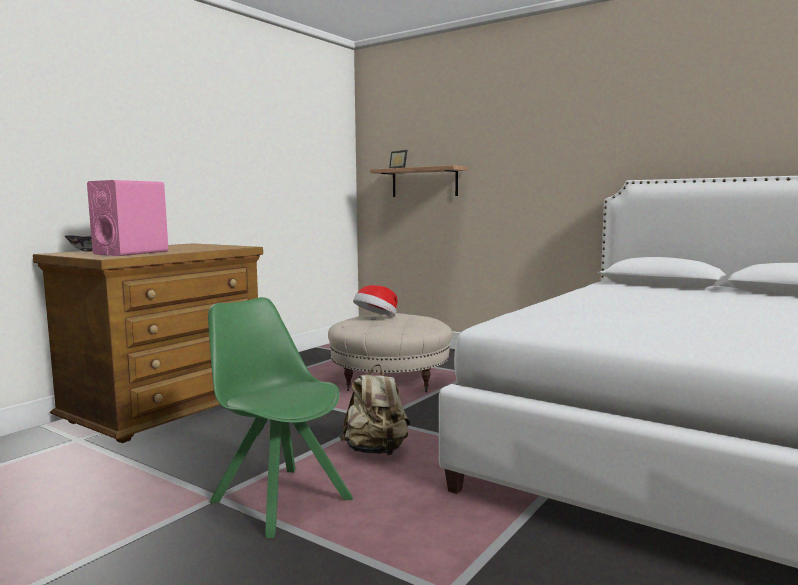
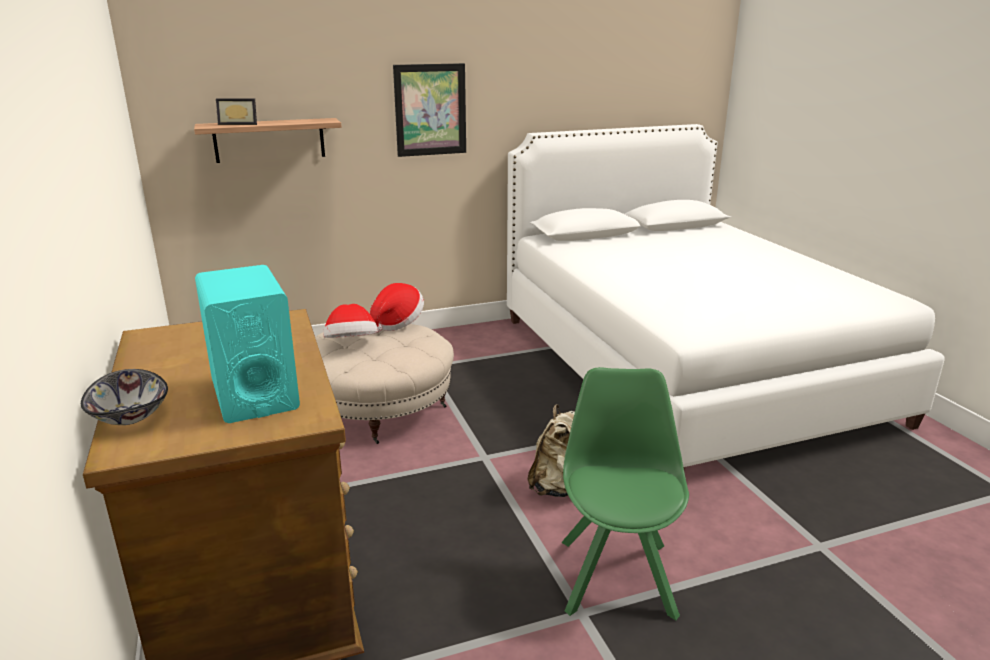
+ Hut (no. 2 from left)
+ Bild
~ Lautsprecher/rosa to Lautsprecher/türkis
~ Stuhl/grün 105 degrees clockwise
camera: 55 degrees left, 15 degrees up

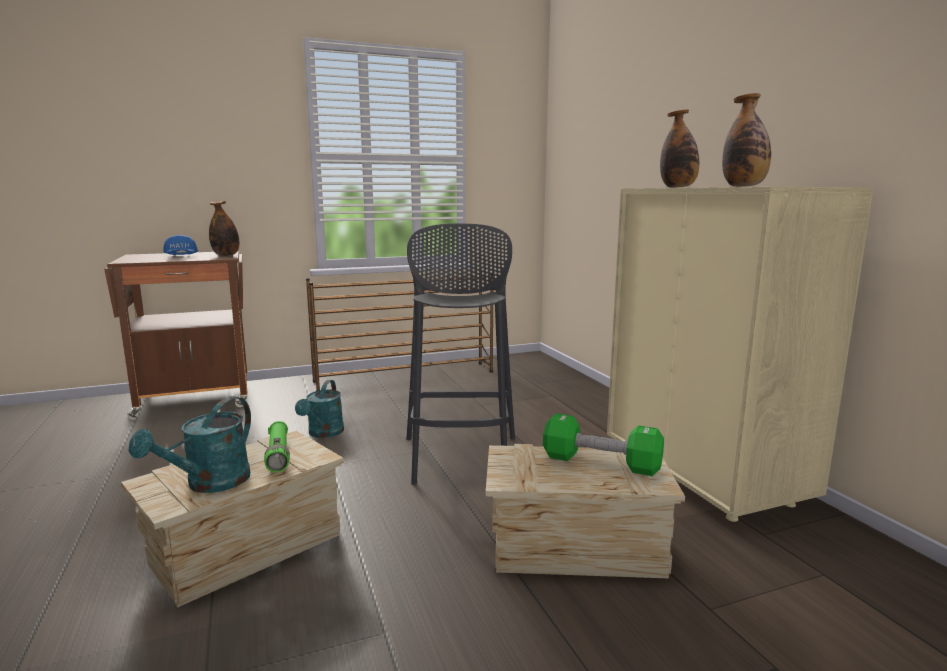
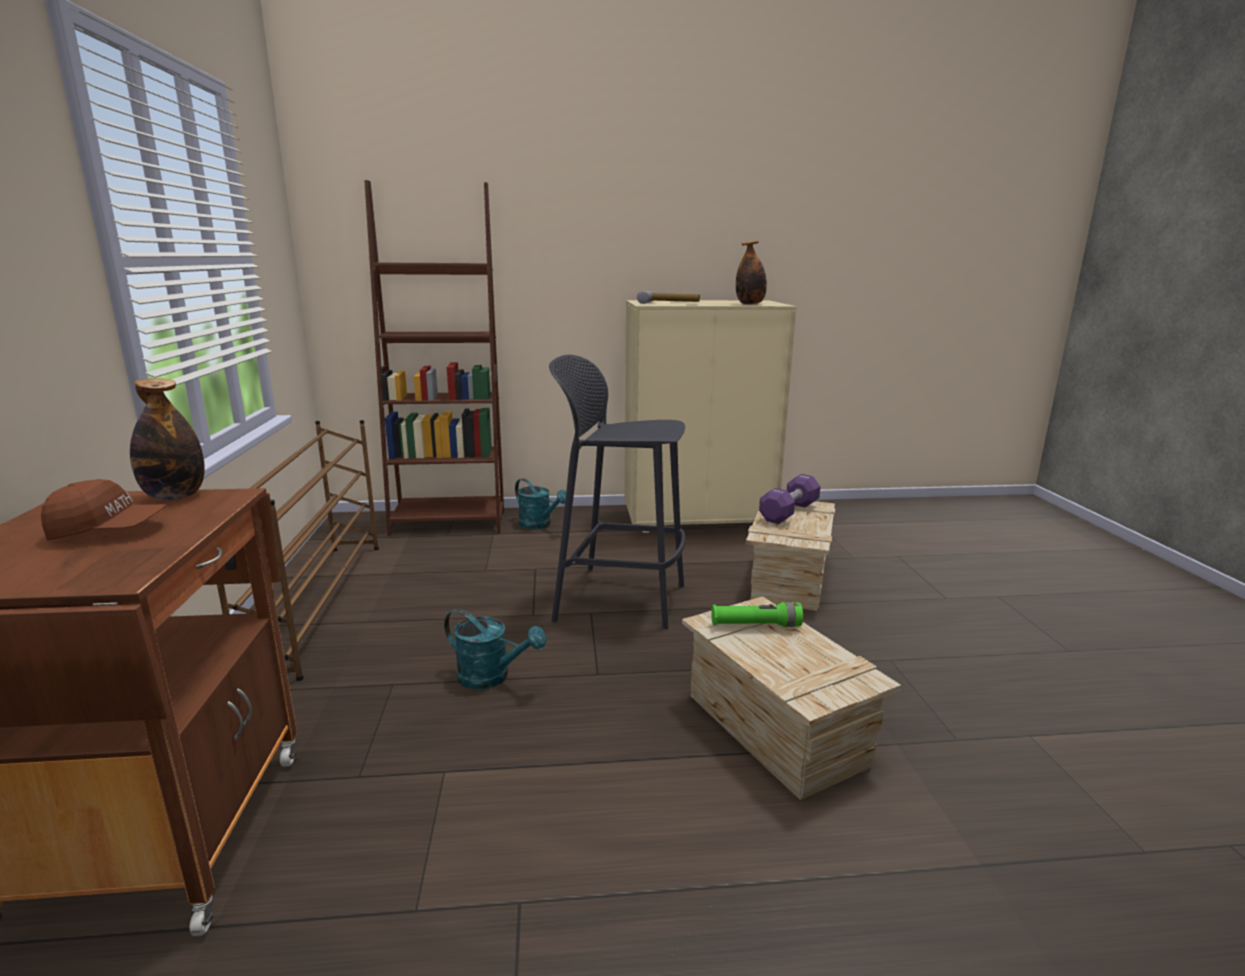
+ Bücherregal/braun
~ Gießkanne/türkis (no. 1 from left in the first image) to Gießkanne/türkis (no. 2 from left)
~ Flasche (no. 2 from left) to Hammer
~ Kappe/blau to Kappe/braun
~ Hantel/grün to Hantel/lila
camera: 75 degrees left, 5 degrees up

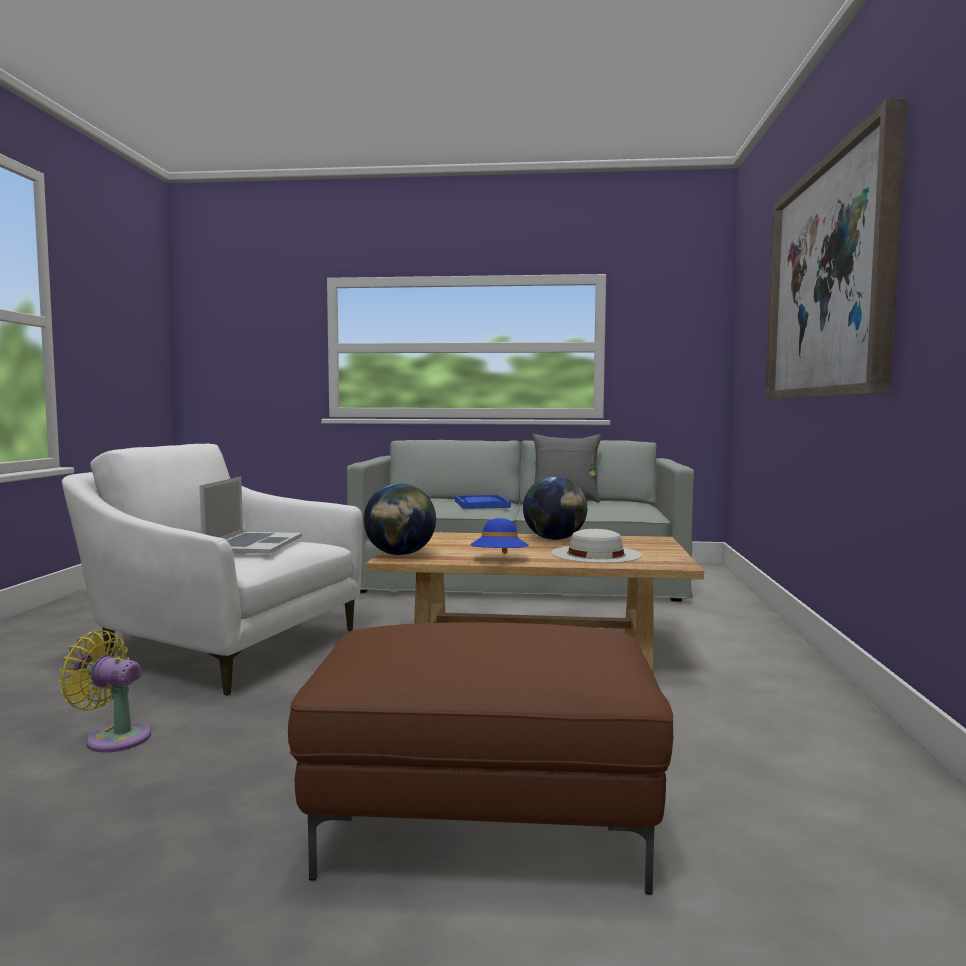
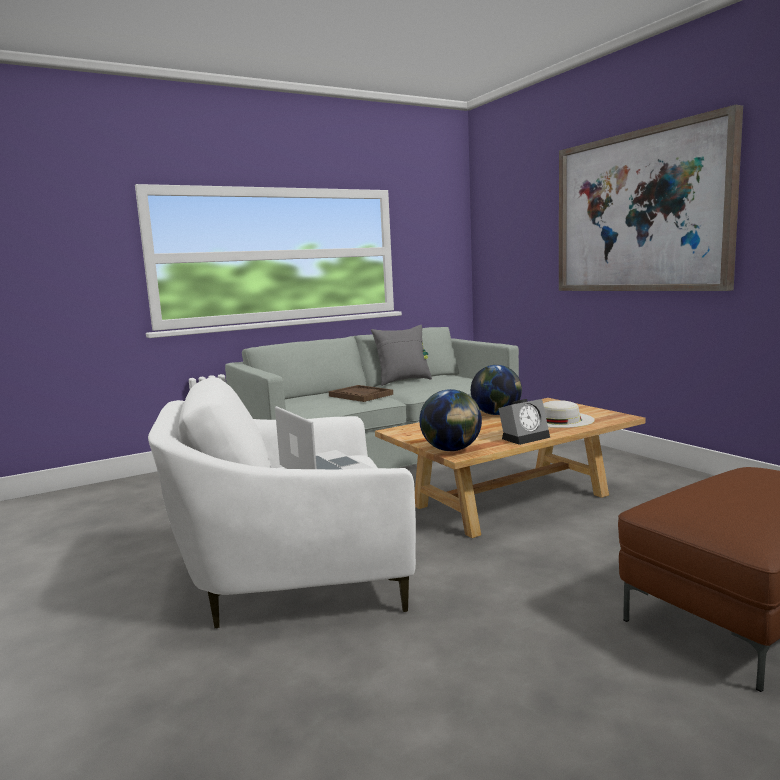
- Ventilator/gelb
~ Hut/blau to Wecker
~ Tablett/blau to Tablett/braun
camera: 35 degrees left, 5 degrees up

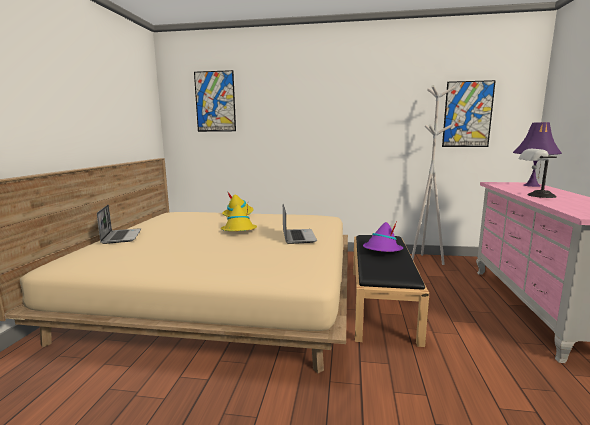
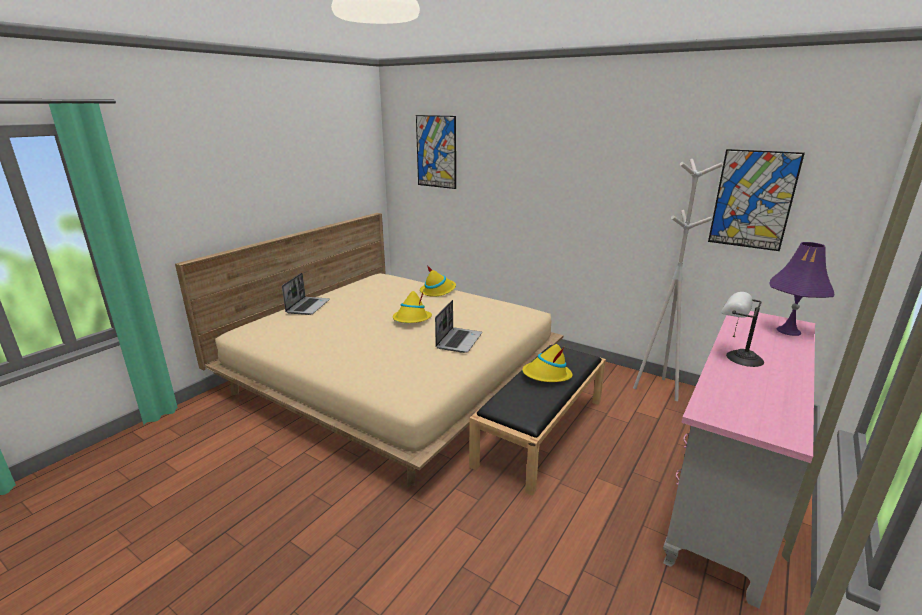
~ Hut/lila to Hut/gelb (no. 3 from left)
camera: 25 degrees right, 10 degrees up

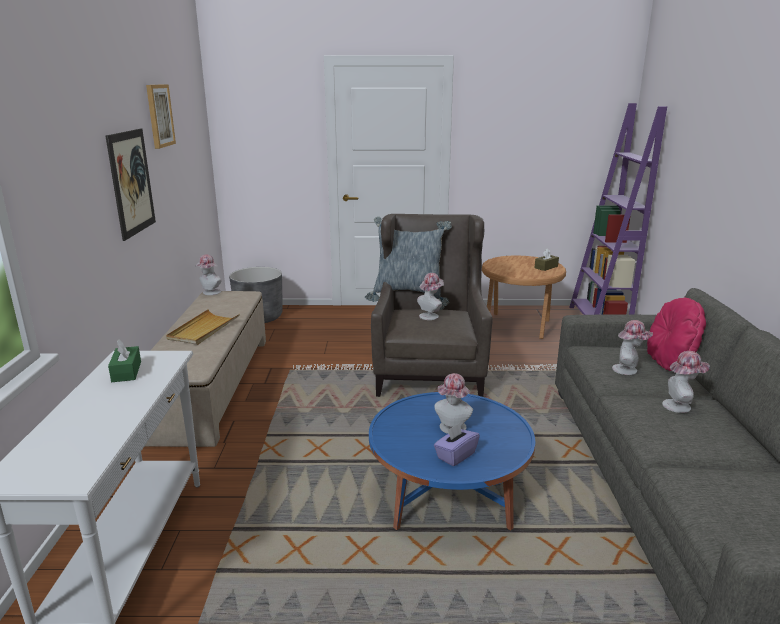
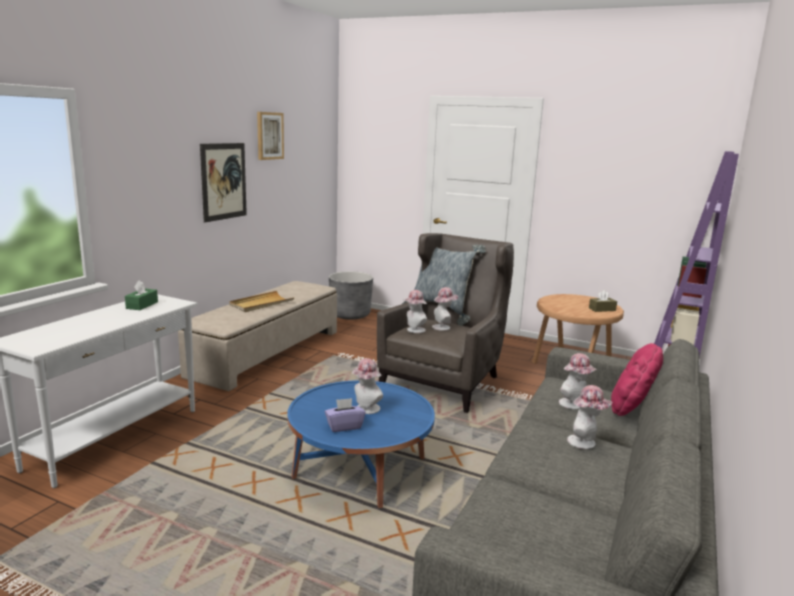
~ Hut (no. 1 from left in the first image) to Hut (no. 2 from left)
camera: 25 degrees right, 5 degrees down

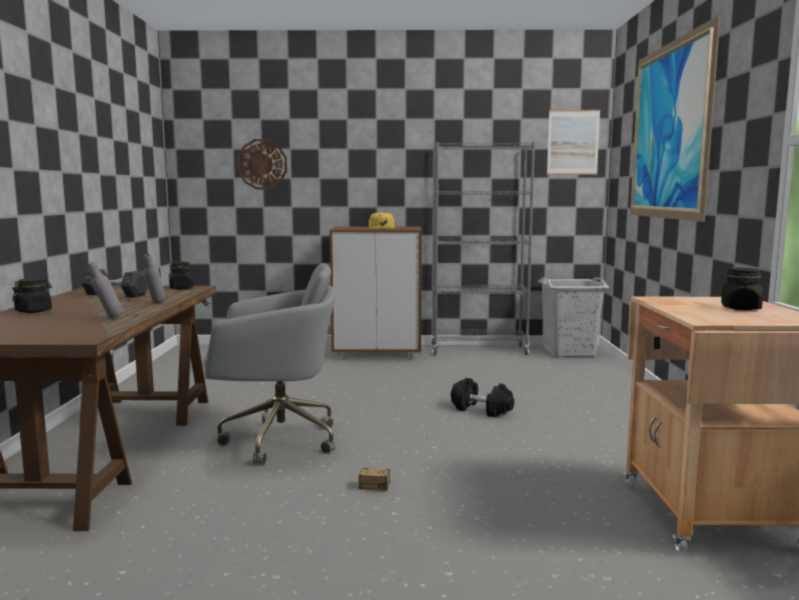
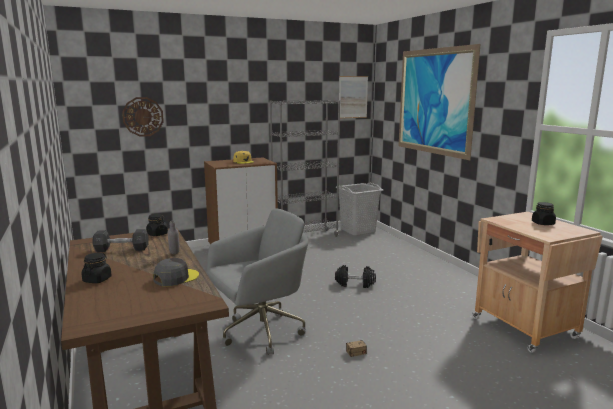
~ Flasche/grau (no. 1 from left) to Kappe/grau
camera: 25 degrees left, 5 degrees up

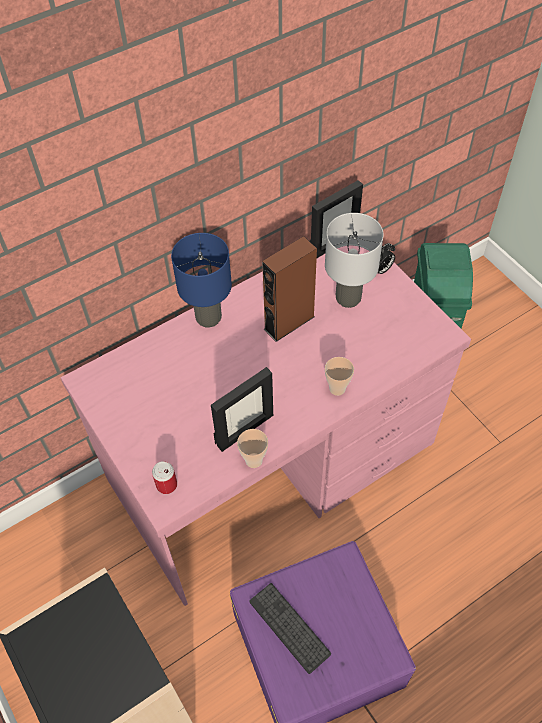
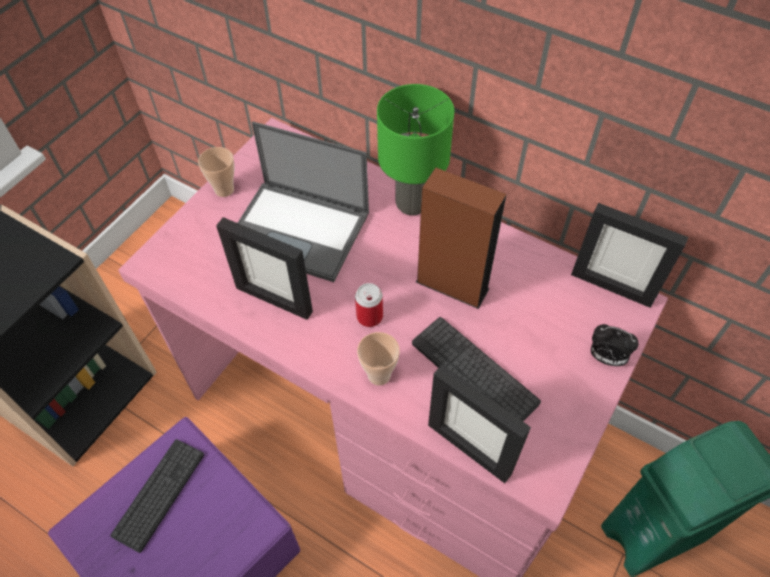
- Tischlampe/weiß
+ Laptop
+ Tastatur (no. 2 from left)
+ Bilderrahmen (no. 2 from left)
~ Dose
~ Tasse (no. 1 from left)
~ Tischlampe/blau to Tischlampe/grün
camera: 65 degrees right, 0 degrees up

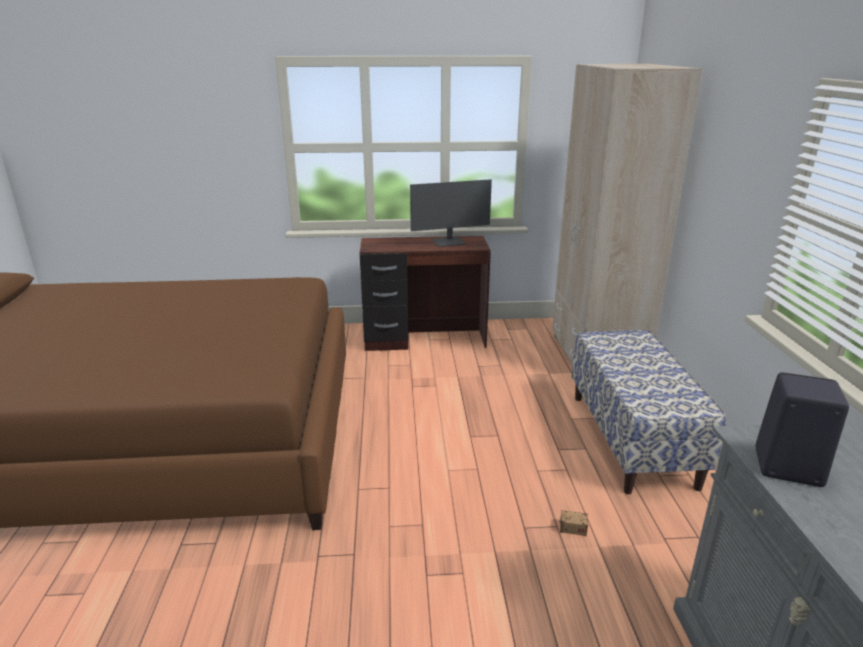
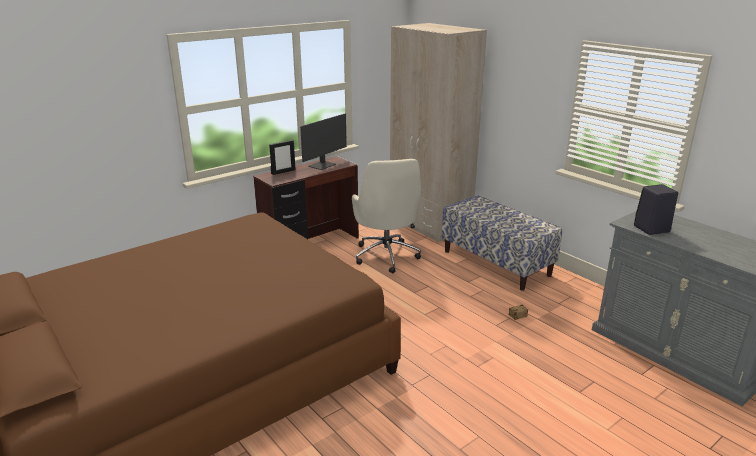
+ Bilderrahmen
+ Bürostuhl/beige
camera: 35 degrees left, 0 degrees up

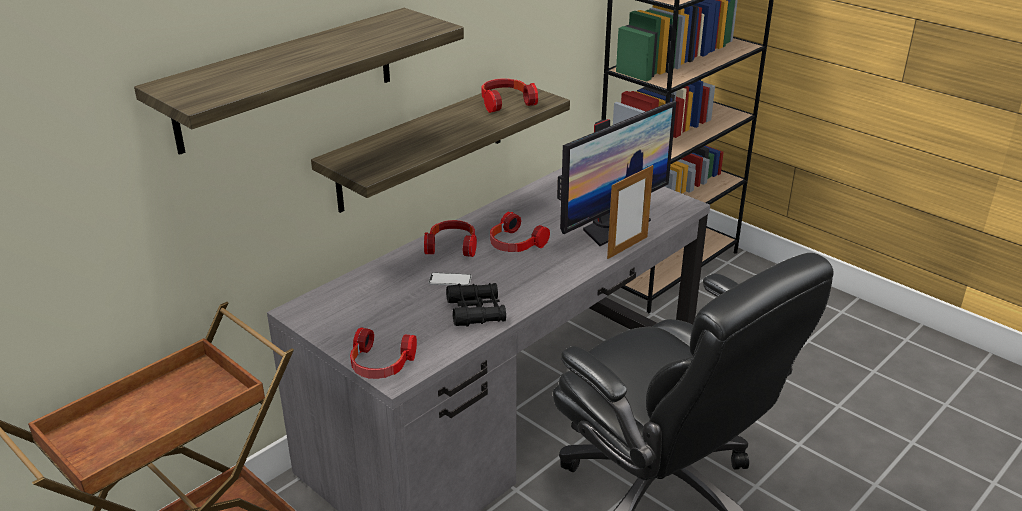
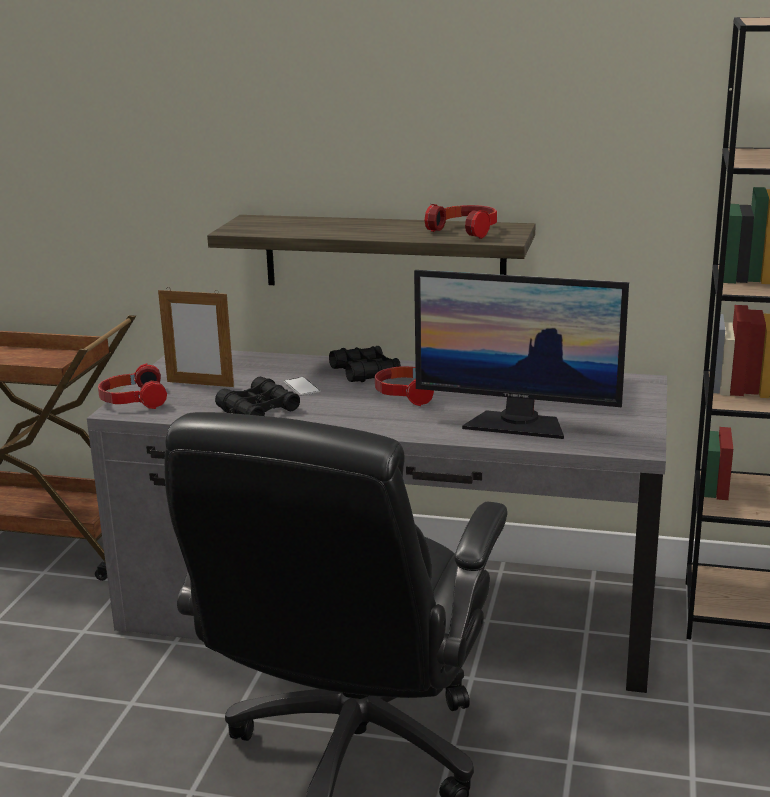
- Wandregal (no. 1 from left)
~ Bilderrahmen
~ Kopfhörer (no. 2 from left) to Fernglas/schwarz (no. 2 from left)
camera: 60 degrees right, 10 degrees down

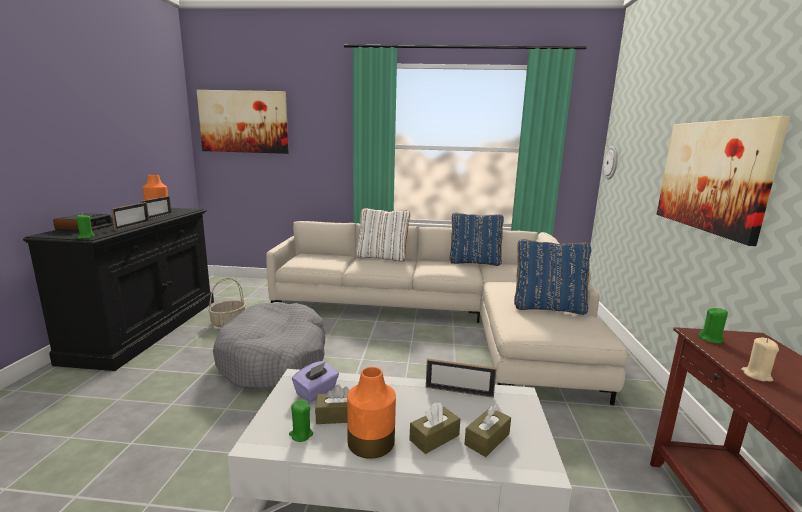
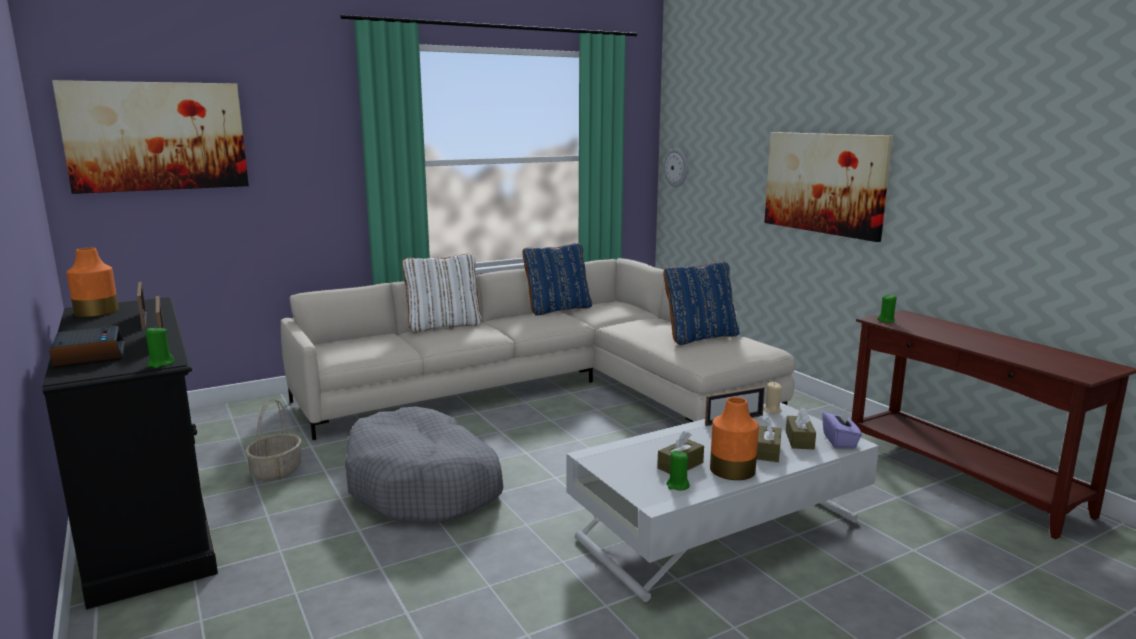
~ Taschentuchbox/lila
~ Kerze/beige
camera: 35 degrees left, 0 degrees up

